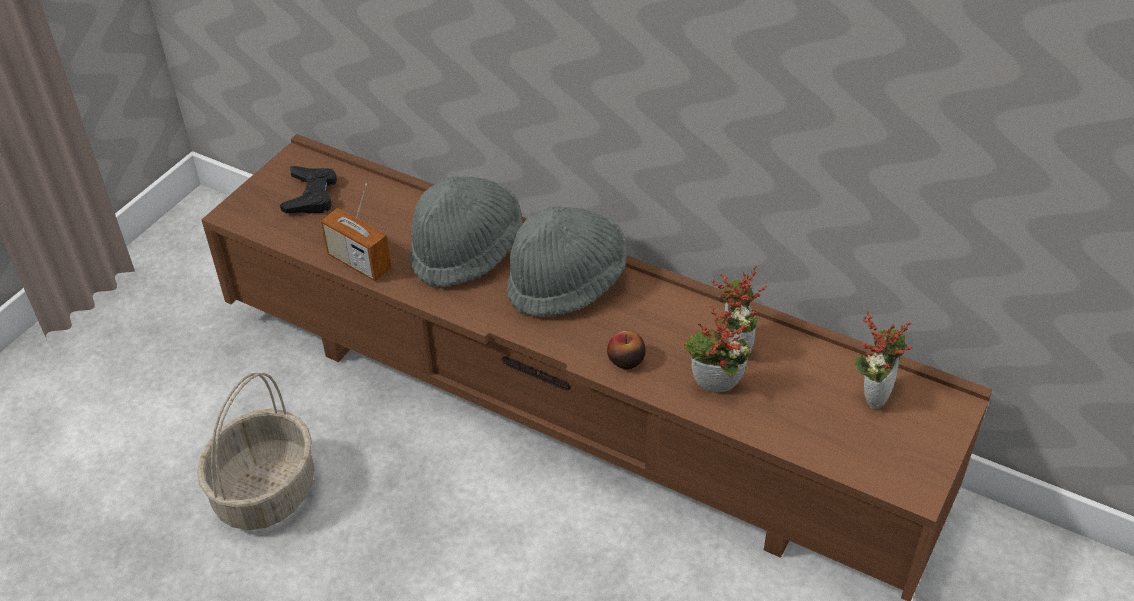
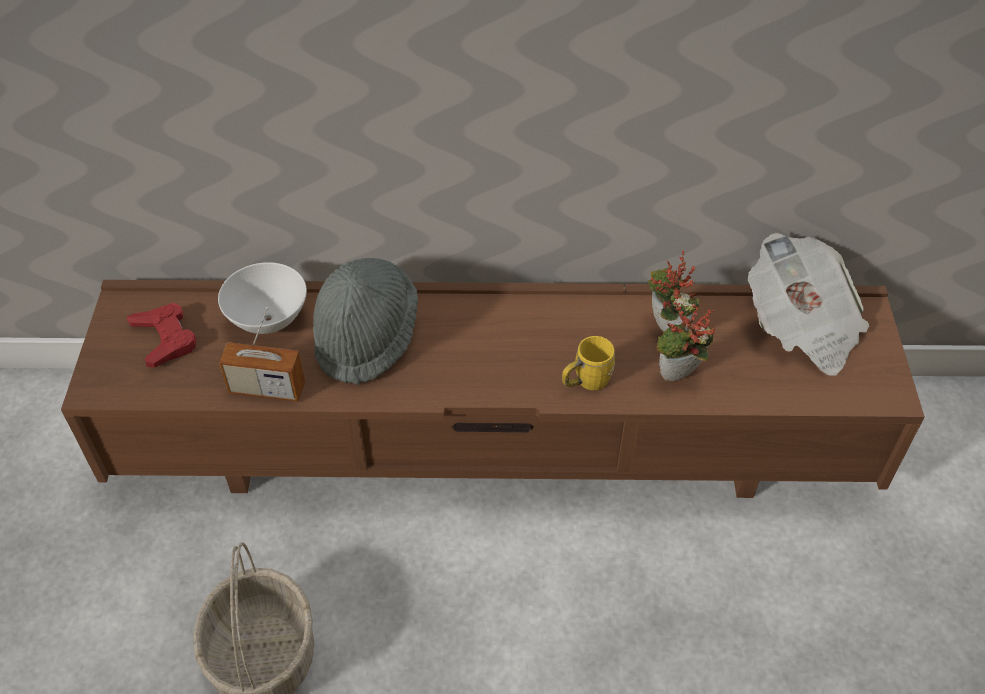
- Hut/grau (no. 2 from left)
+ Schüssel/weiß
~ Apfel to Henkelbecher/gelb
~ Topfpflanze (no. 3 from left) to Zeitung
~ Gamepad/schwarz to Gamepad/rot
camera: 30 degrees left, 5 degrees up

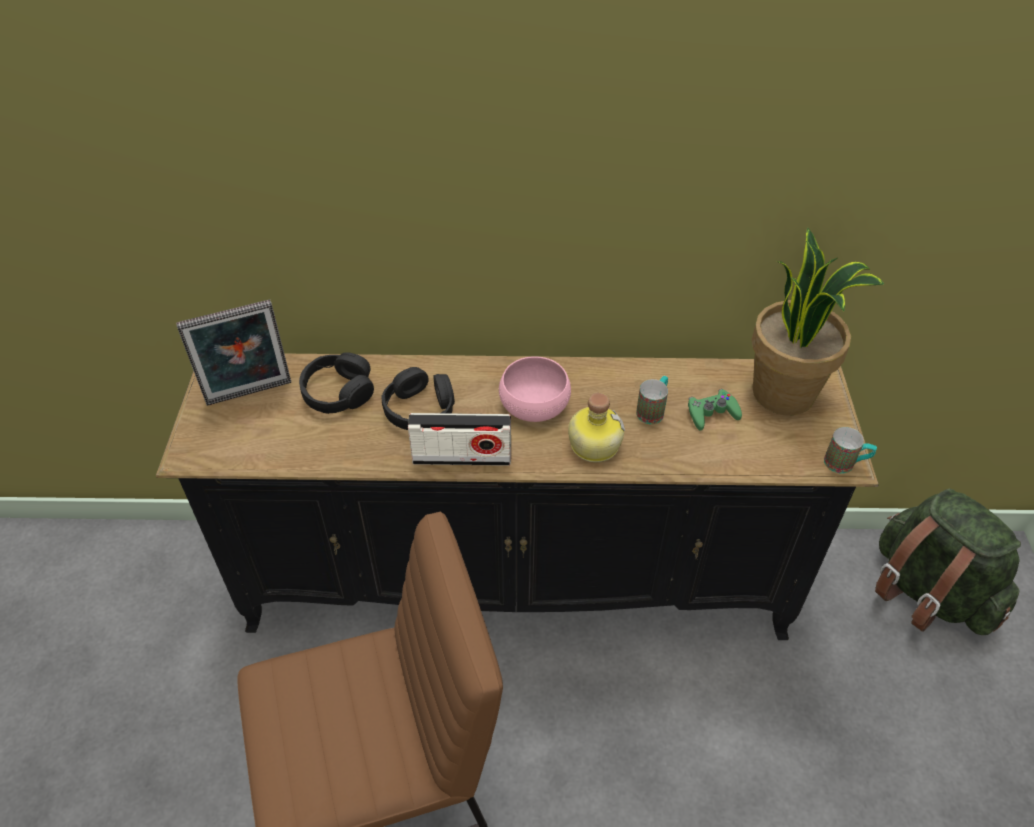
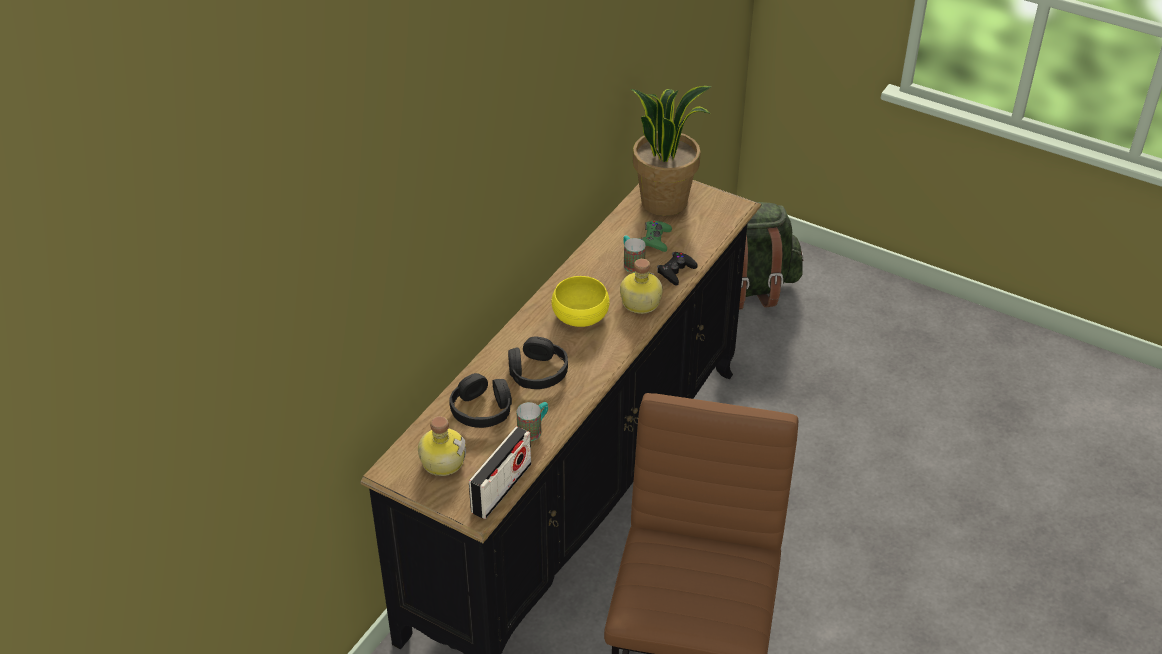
+ Gamepad/schwarz
~ Radio
~ Henkelbecher (no. 2 from left in the first image) to Henkelbecher (no. 1 from left)
~ Bilderrahmen to Flasche (no. 1 from left)
~ Schüssel/rosa to Schüssel/gelb
camera: 60 degrees left, 5 degrees down

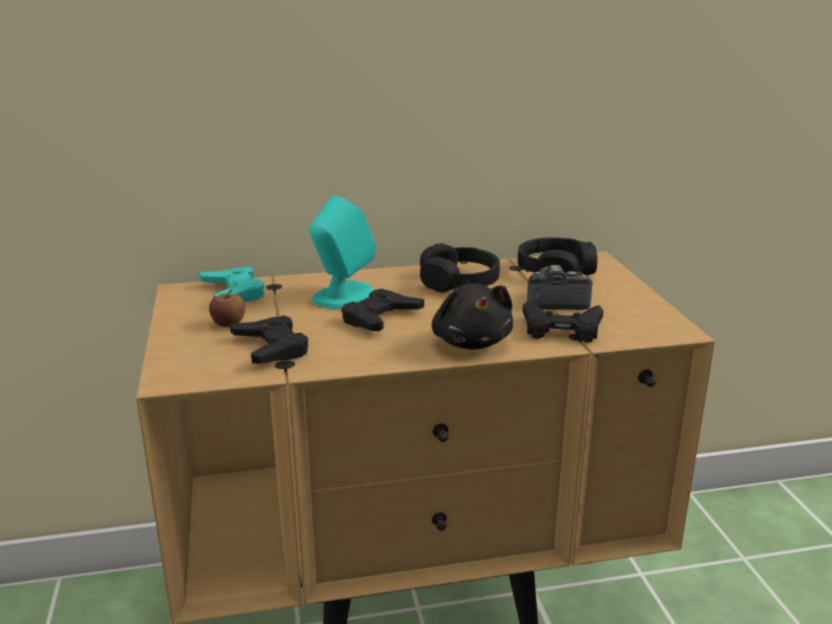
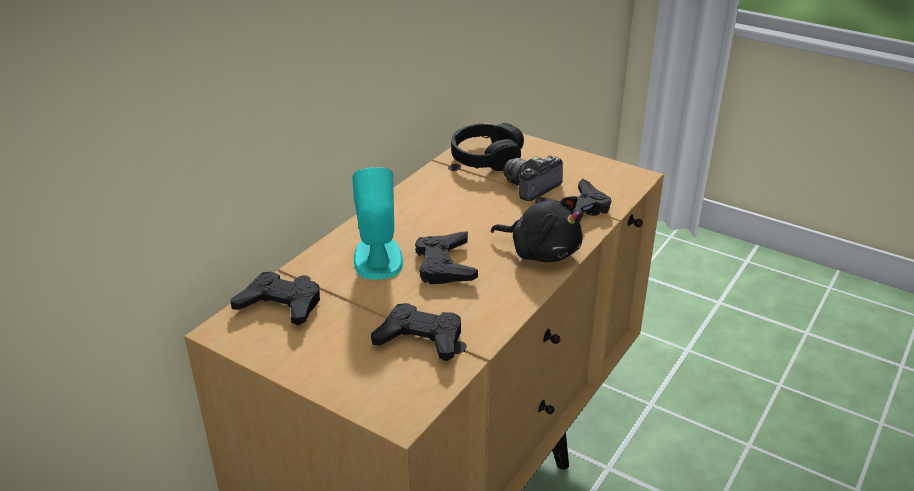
- Apfel
- Kopfhörer/schwarz (no. 1 from left)
~ Gamepad/türkis to Gamepad/schwarz (no. 1 from left)
camera: 45 degrees left, 10 degrees up

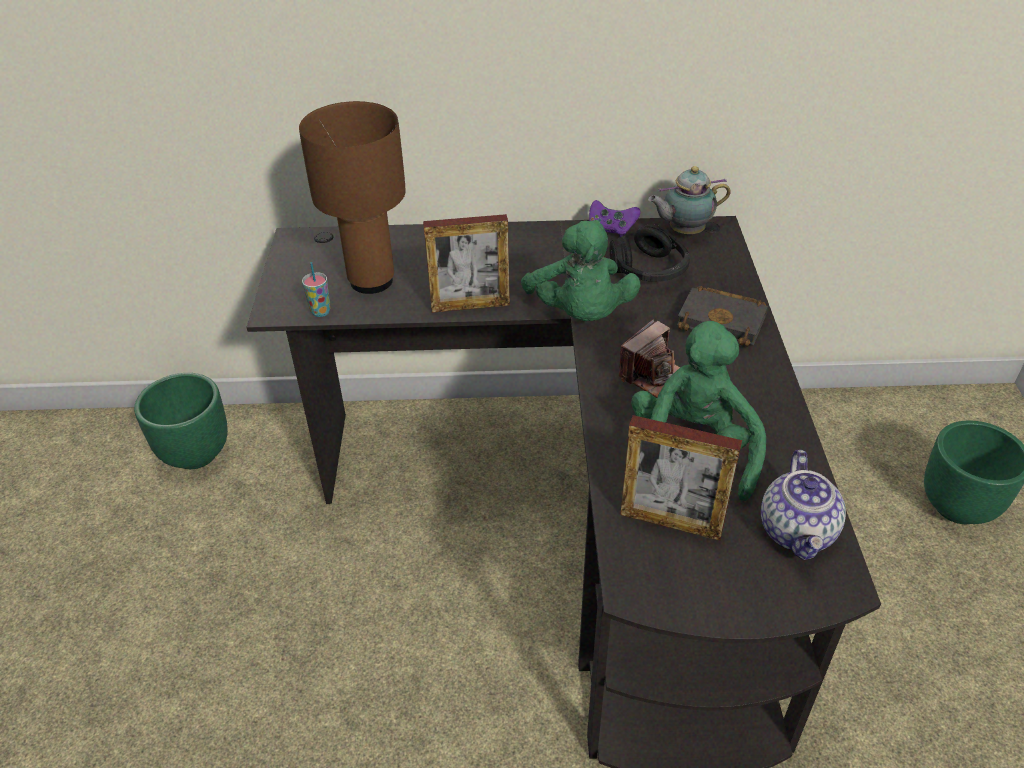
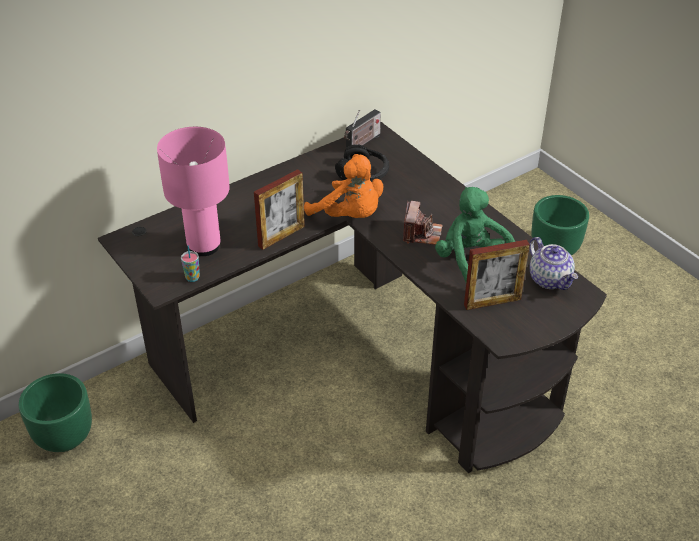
- Gamepad/lila
- Buch/schwarz
~ Teekanne (no. 1 from left) to Radio
~ Tischlampe/braun to Tischlampe/rosa
~ Plüschtier/grün (no. 1 from left) to Plüschtier/orange
camera: 35 degrees left, 0 degrees up

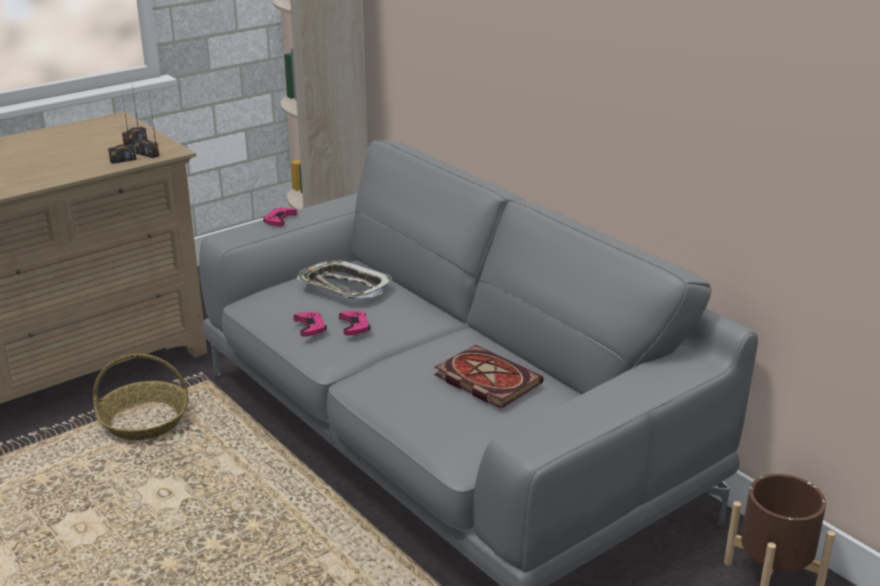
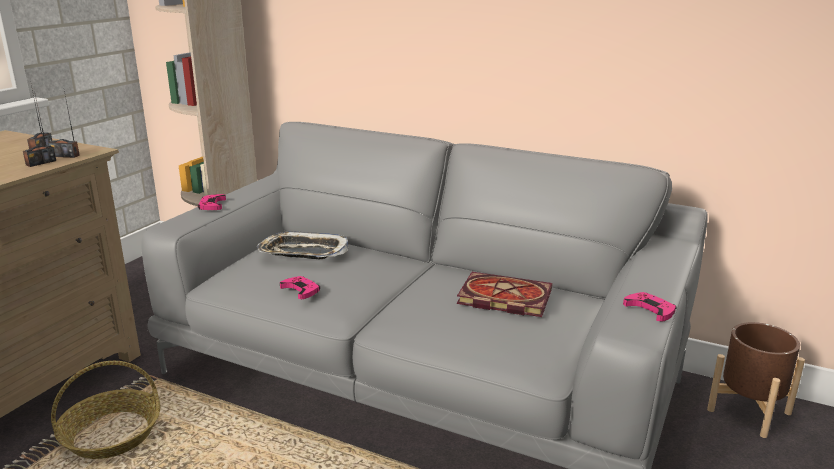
~ Gamepad/rosa (no. 3 from left)
camera: 25 degrees left, 5 degrees down

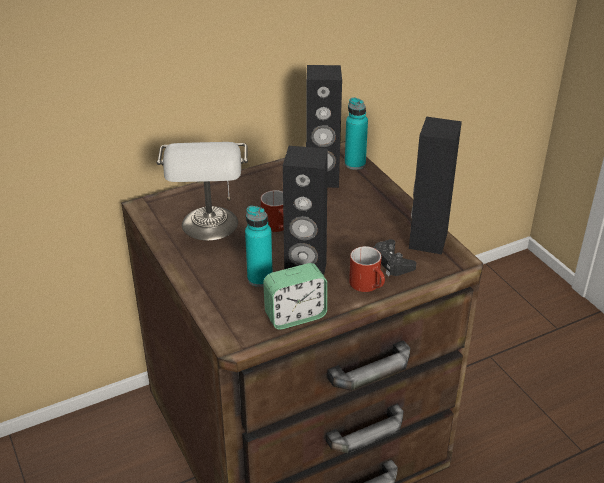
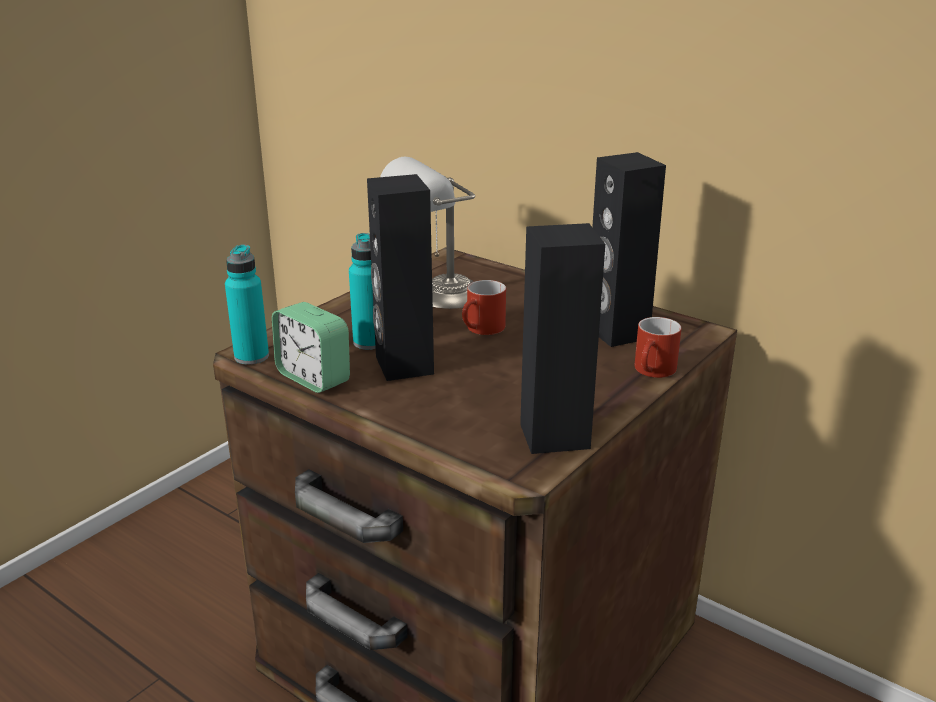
- Gamepad/schwarz
~ Flasche/türkis (no. 2 from left in the first image) to Flasche/türkis (no. 1 from left)
~ Henkelbecher/rot (no. 2 from left)
camera: 65 degrees right, 10 degrees down

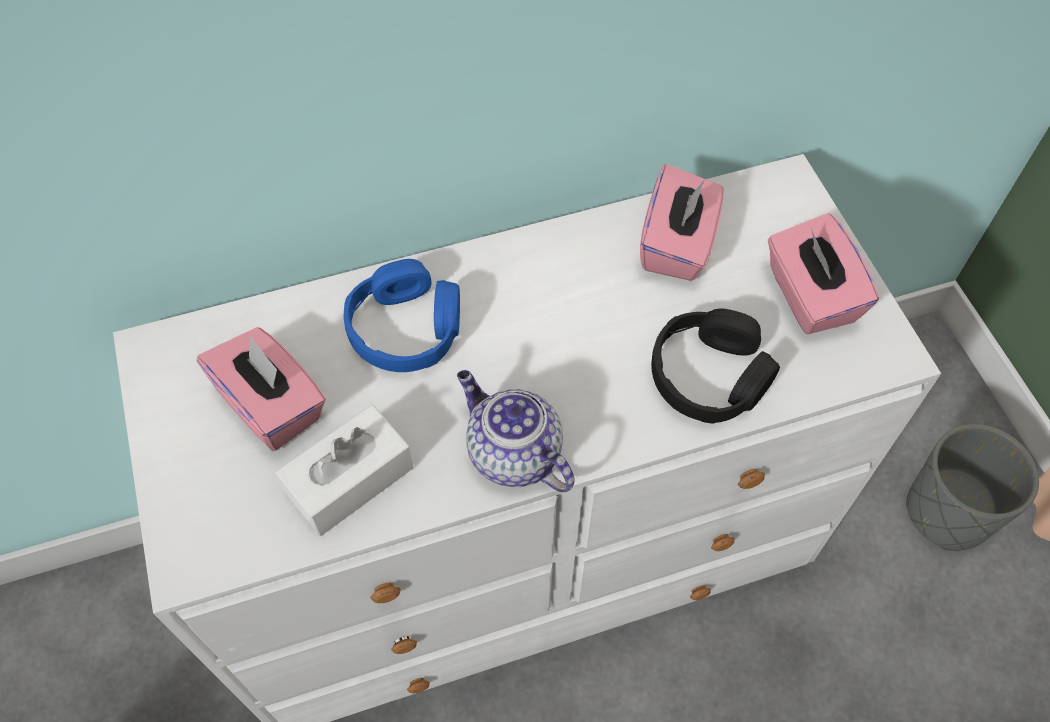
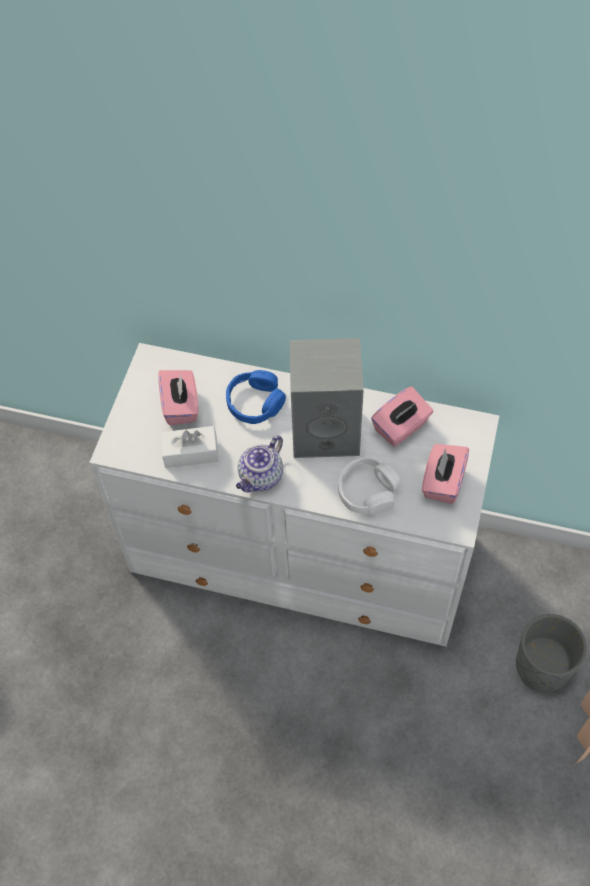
+ Lautsprecher/grau
~ Kopfhörer/schwarz to Kopfhörer/weiß
~ Teekanne 135 degrees counterclockwise
camera: 35 degrees right, 0 degrees up

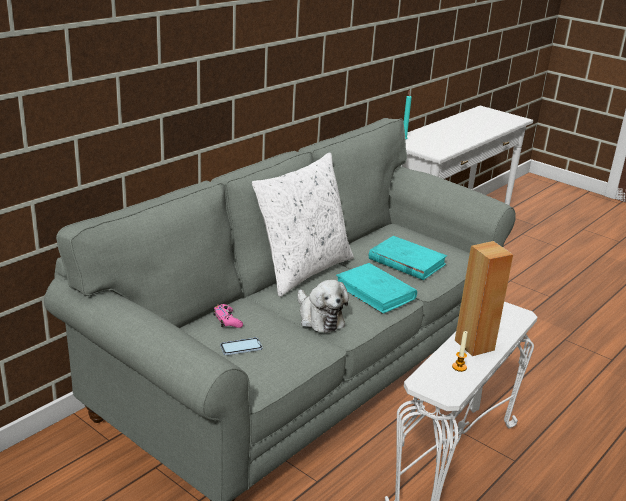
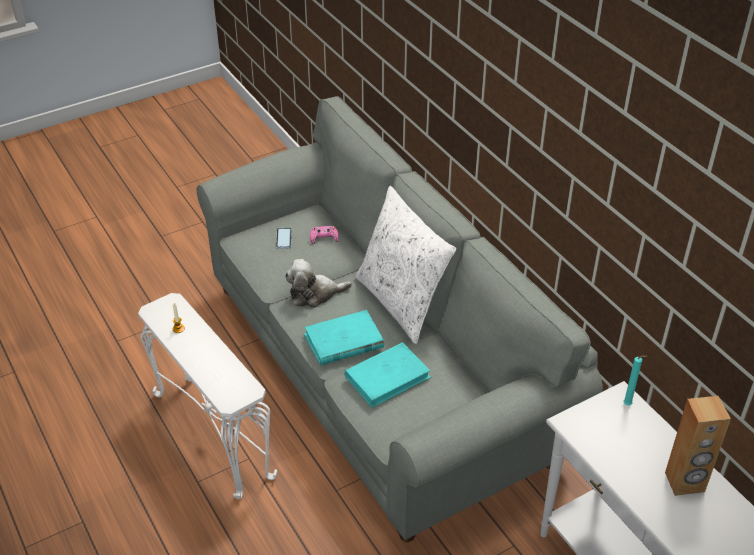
~ Lautsprecher/braun
camera: 110 degrees right, 15 degrees up

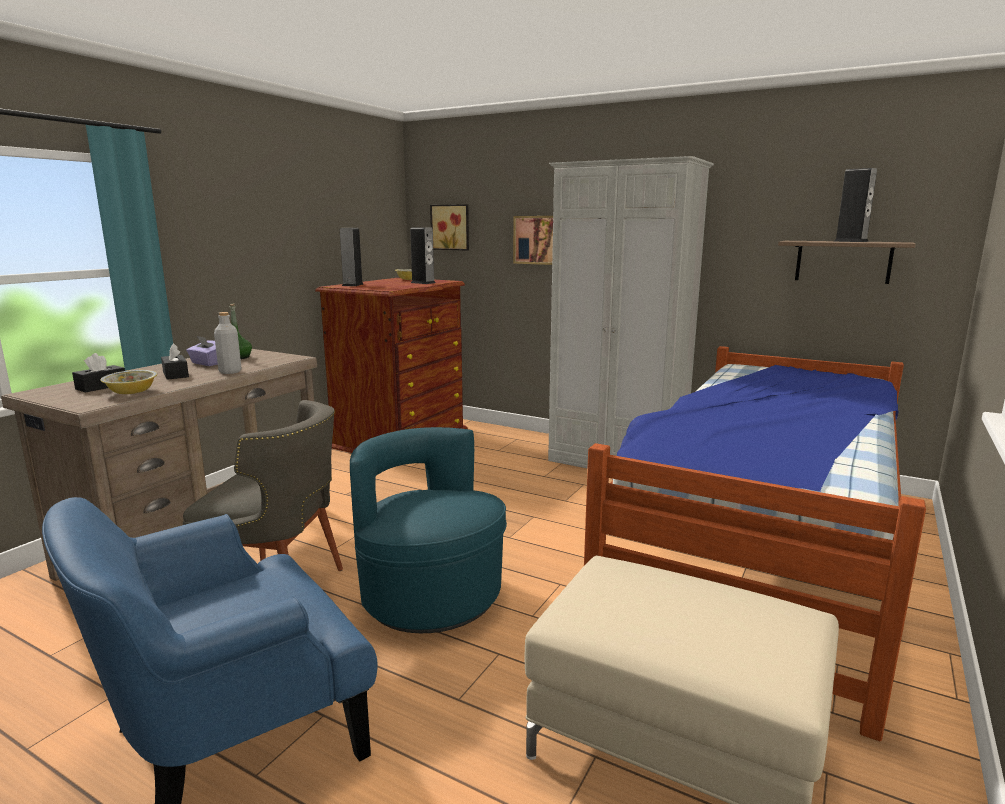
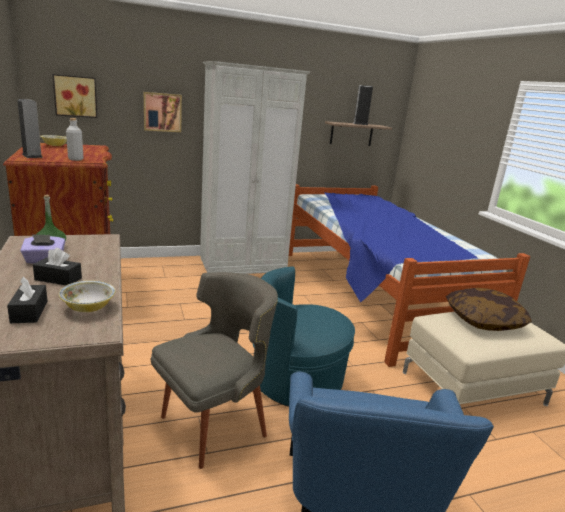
- Lautsprecher (no. 2 from left)
+ Kissen
~ Flasche/grau
camera: 50 degrees left, 5 degrees up

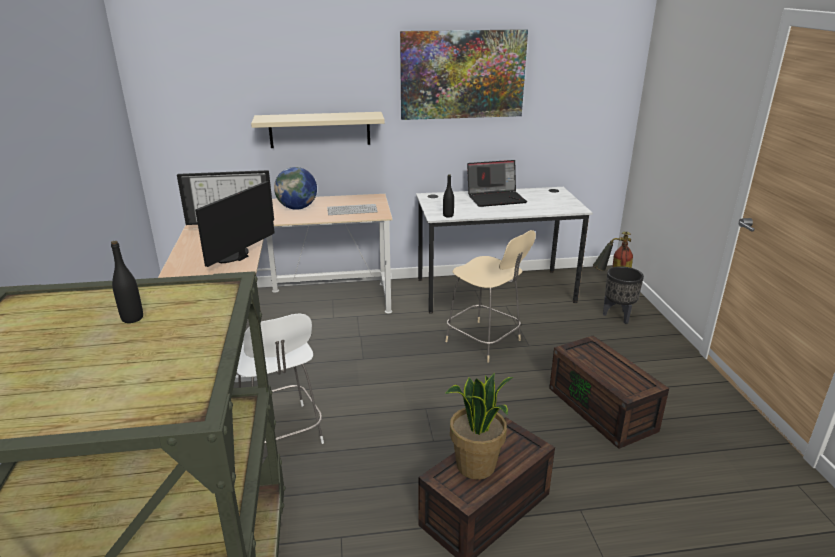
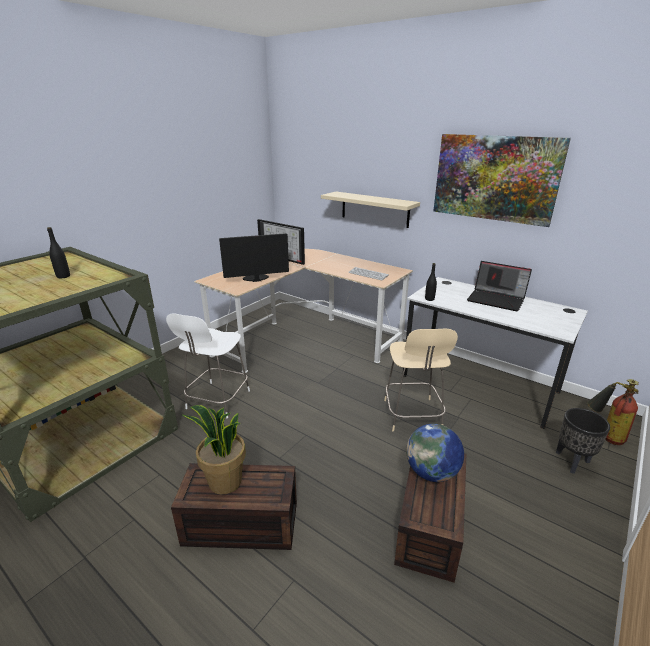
~ Globus
camera: 45 degrees right, 0 degrees up

